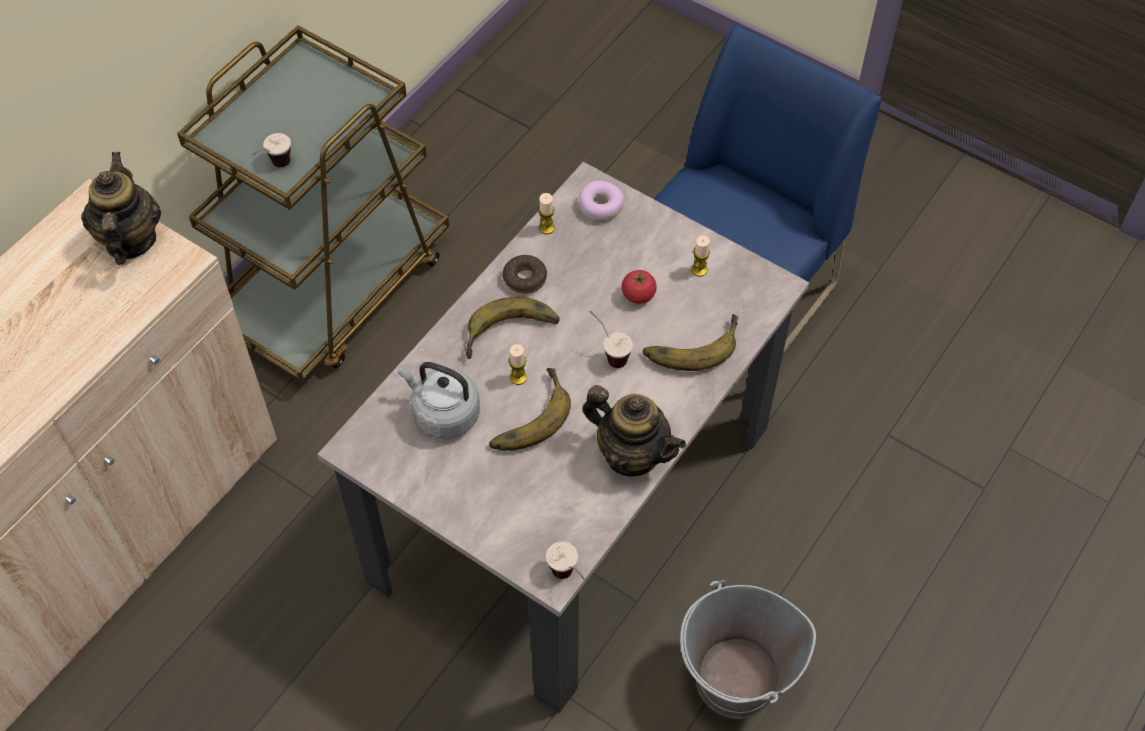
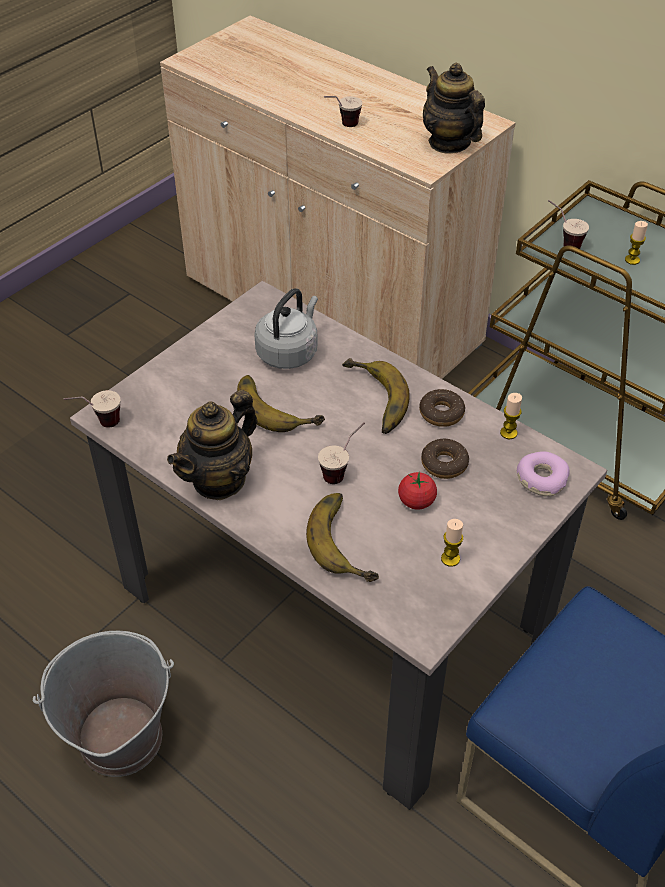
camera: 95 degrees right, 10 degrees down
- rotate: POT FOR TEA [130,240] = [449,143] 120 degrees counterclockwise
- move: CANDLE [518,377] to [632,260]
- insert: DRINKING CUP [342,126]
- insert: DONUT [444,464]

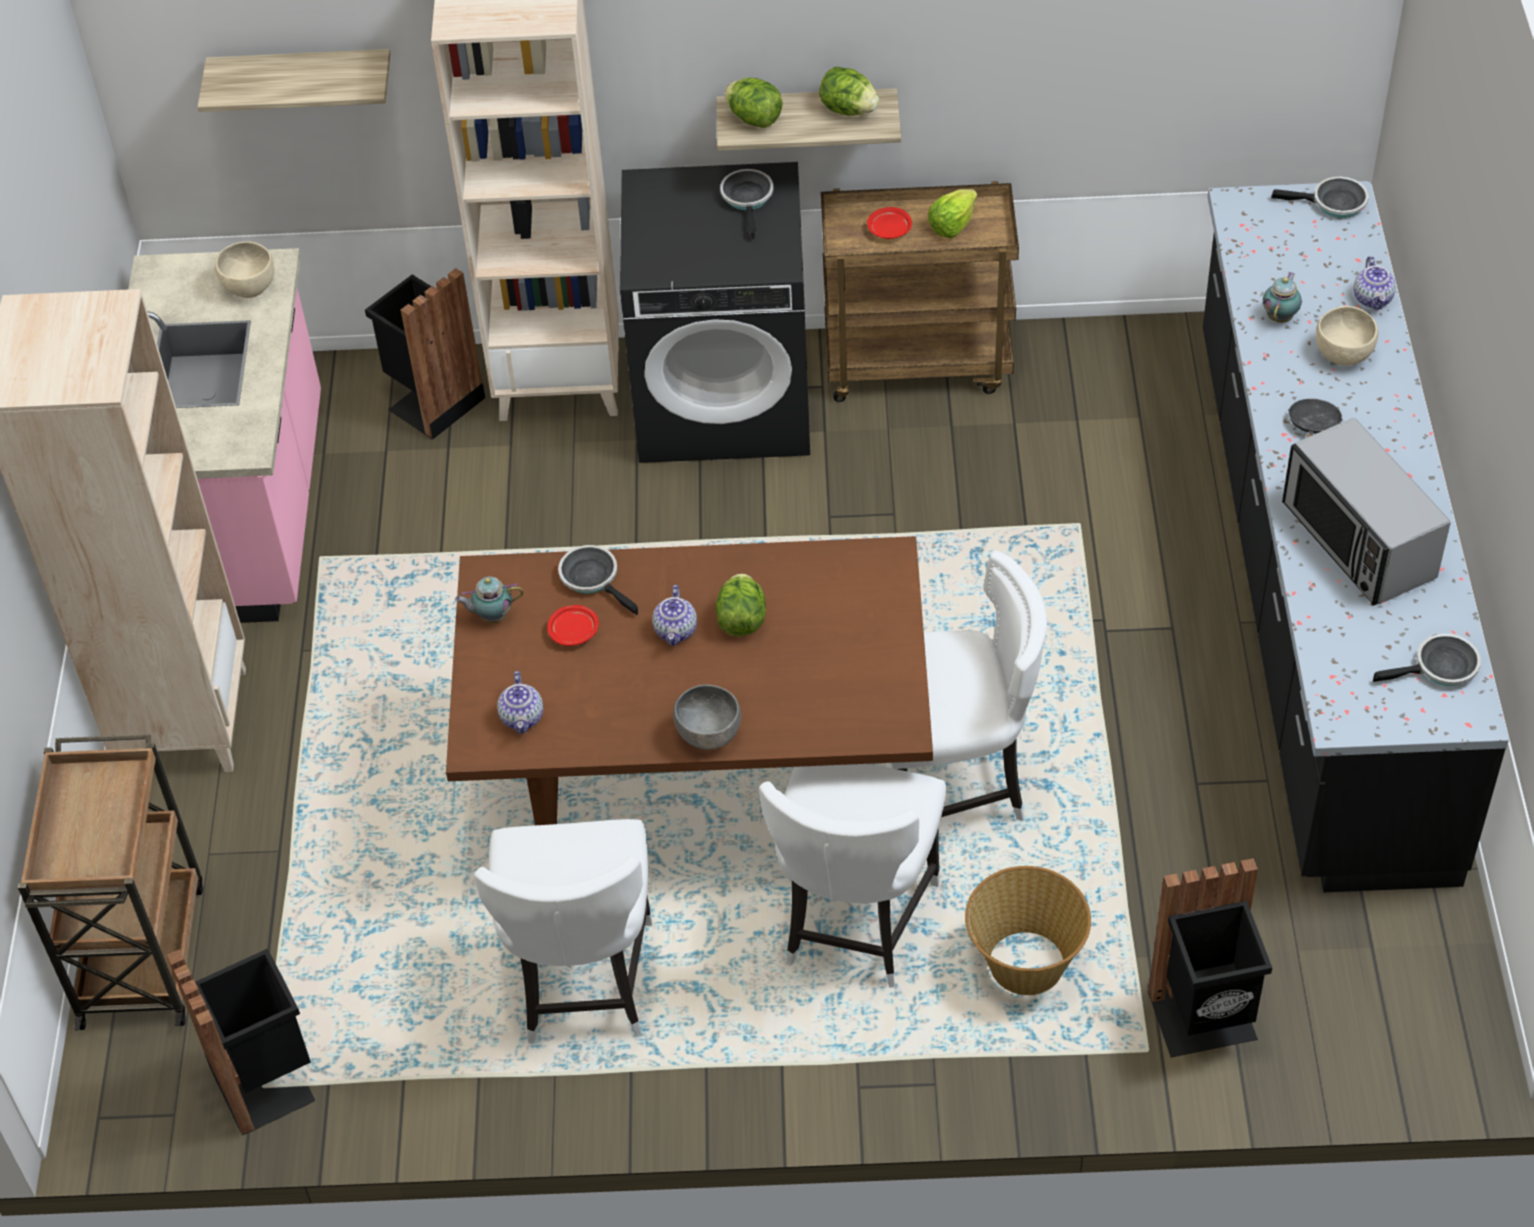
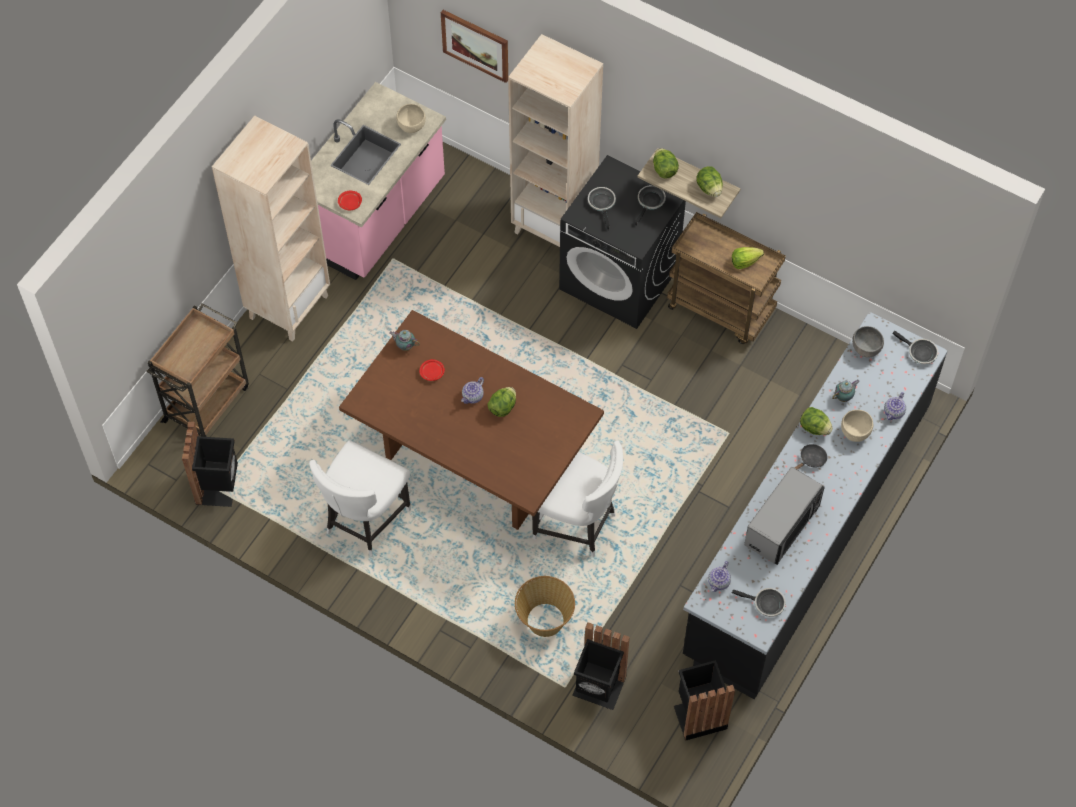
camera: 30 degrees right, 10 degrees up
- replace: BRACKET SHELF [303,78] to WALL PICTURE [476,45]
- move: BLACK-COLOURED RUBBISH BIN [433,402] to [699,715]
- move: POT FOR TEA [523,718] to [719,582]
- move: PAN [593,578] to [602,204]
- move: GREY SERVING BOWL [709,736] to [866,349]
- delete: WHITISH PLAIN CHAIR [854,924]
- move: RED DINNER PLATE [889,230] to [350,203]
- rotate: MICROWAVE [1358,541] = [782,525] 150 degrees counterclockwise
- insert: LETTUCE [814,427]

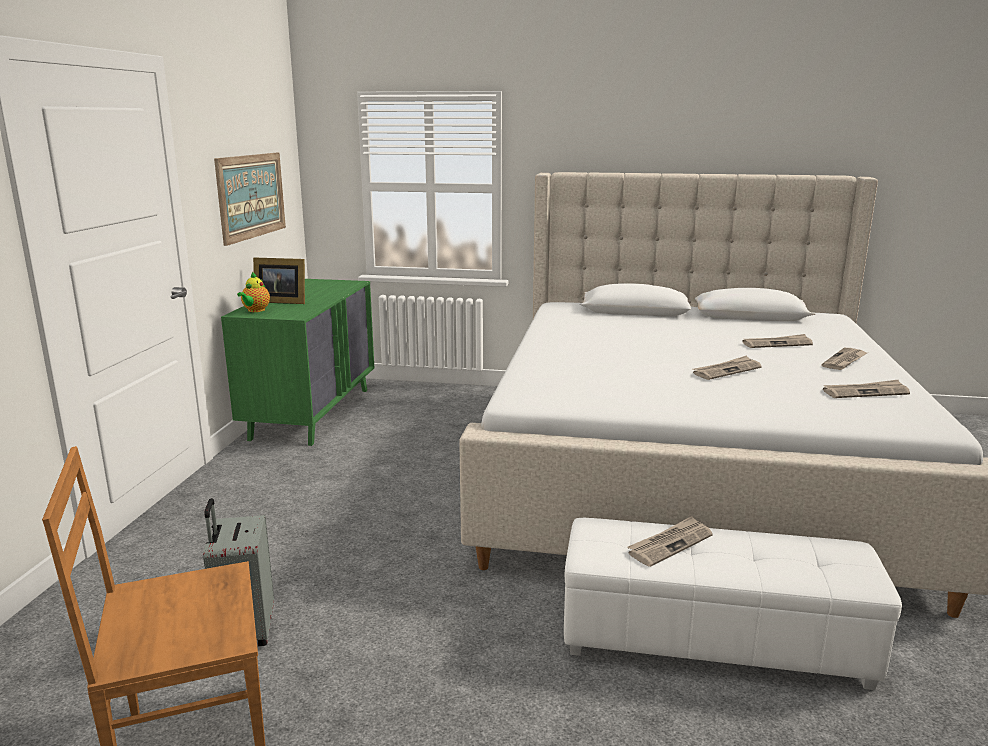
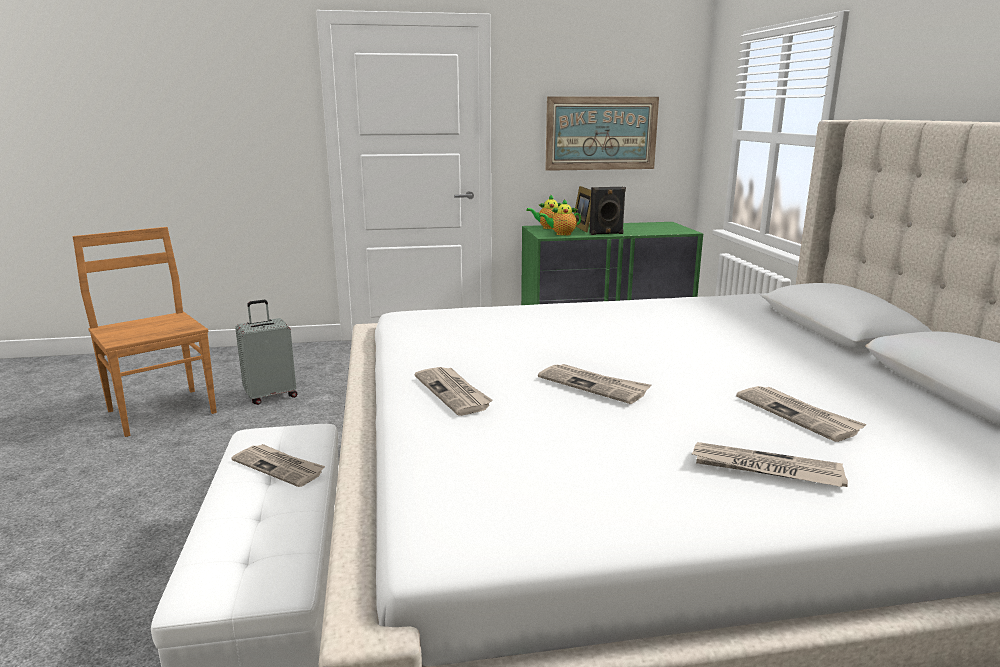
camera: 70 degrees right, 0 degrees up
- move: NEWSPAPER [865,392] to [453,392]
- insert: POT FOR TEA [561,234]
- insert: BLACK-COLOURED AUDIO SPEAKER [606,233]

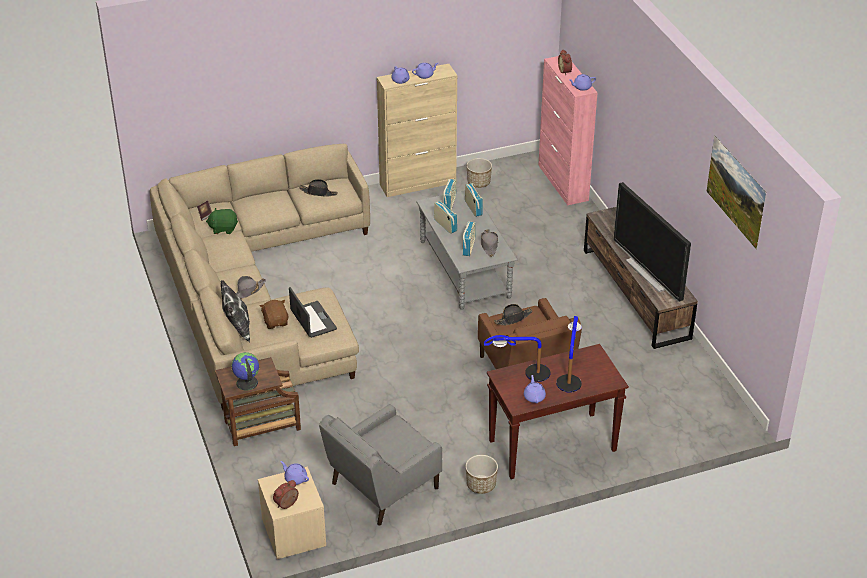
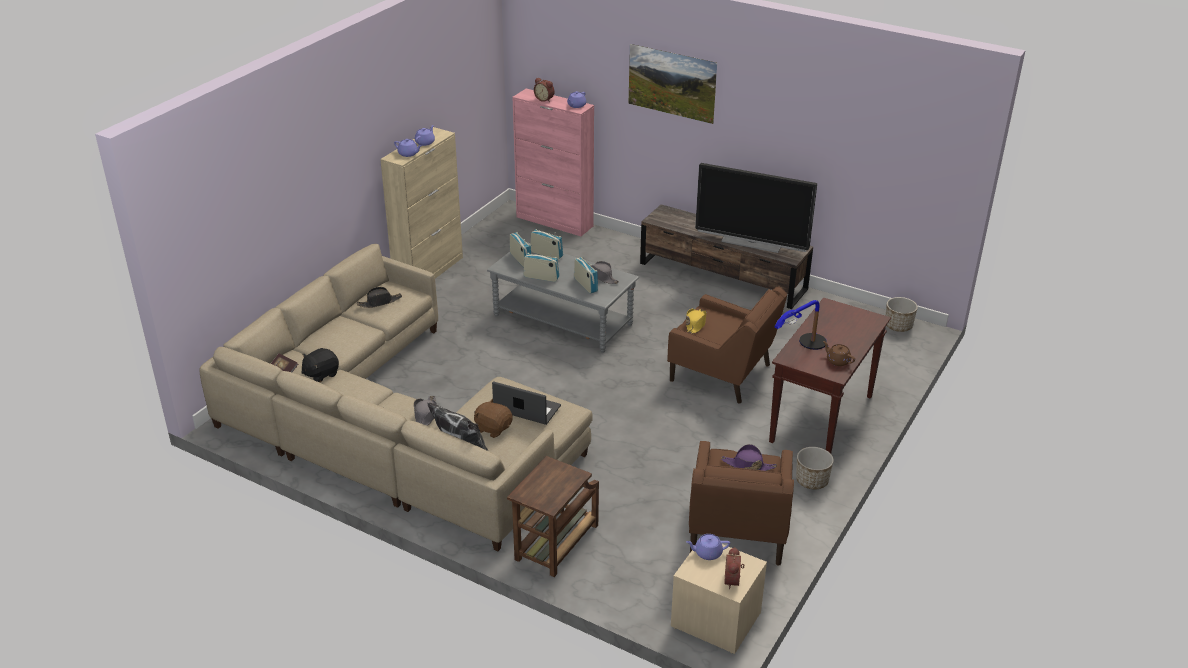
camera: 40 degrees left, 5 degrees down
- recolor: GREENISH CUDDLY TOY [223,228] to BLACK-COLOURED CUDDLY TOY [321,374]
- delete: DESK GLOBE [246,383]
- recolor: GREY EASY CHAIR [382,487] to BROWN EASY CHAIR [737,532]
- move: FLOWER POT [478,183] to [898,326]
- recolor: BLACK-COLOURED WEARABLE HAT [513,318] to YELLOWISH WEARABLE HAT [696,324]
- recolor: PURPLE POT FOR TEA [534,397] to BROWN POT FOR TEA [837,361]
- delete: LAMP FOR A TABLE [570,374]
- move: WALL PICTURE [733,206] to [670,98]
- insert: PURPLE WEARABLE HAT [748,465]

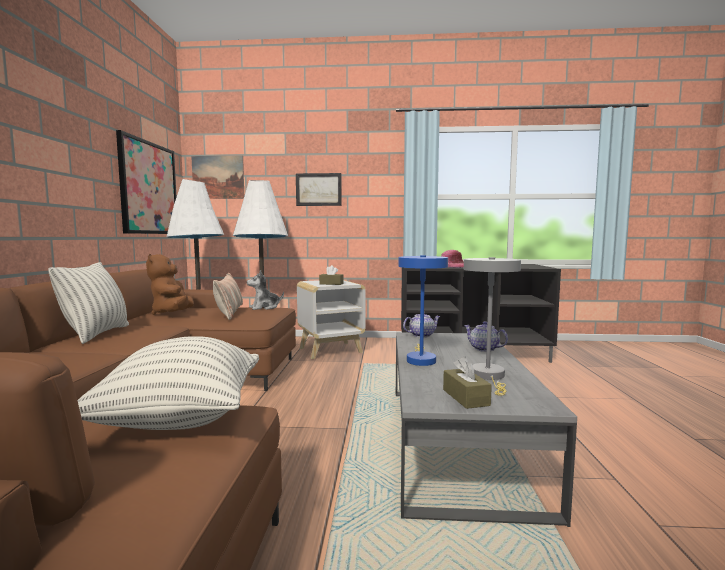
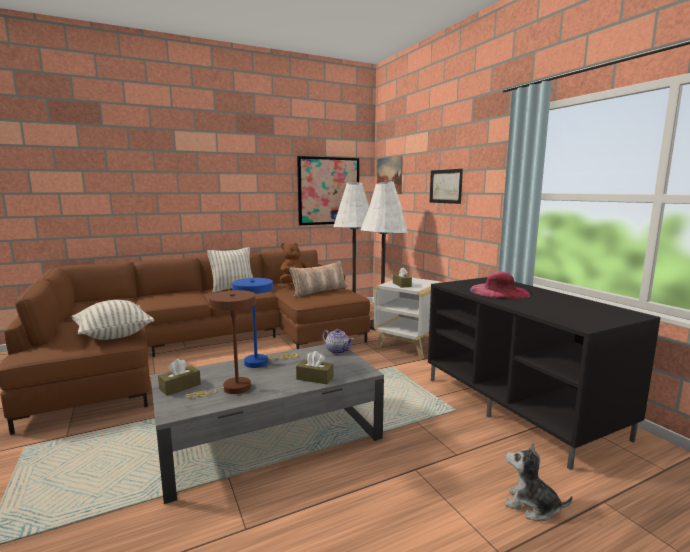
camera: 60 degrees right, 5 degrees up
- move: CUDDLY TOY [265,307] to [531,506]
- recolor: GREY LAMP FOR A TABLE [489,376] to BROWN LAMP FOR A TABLE [231,389]
- replace: POT FOR TEA [483,349] to BROWN TISSUE HOLDER [315,378]

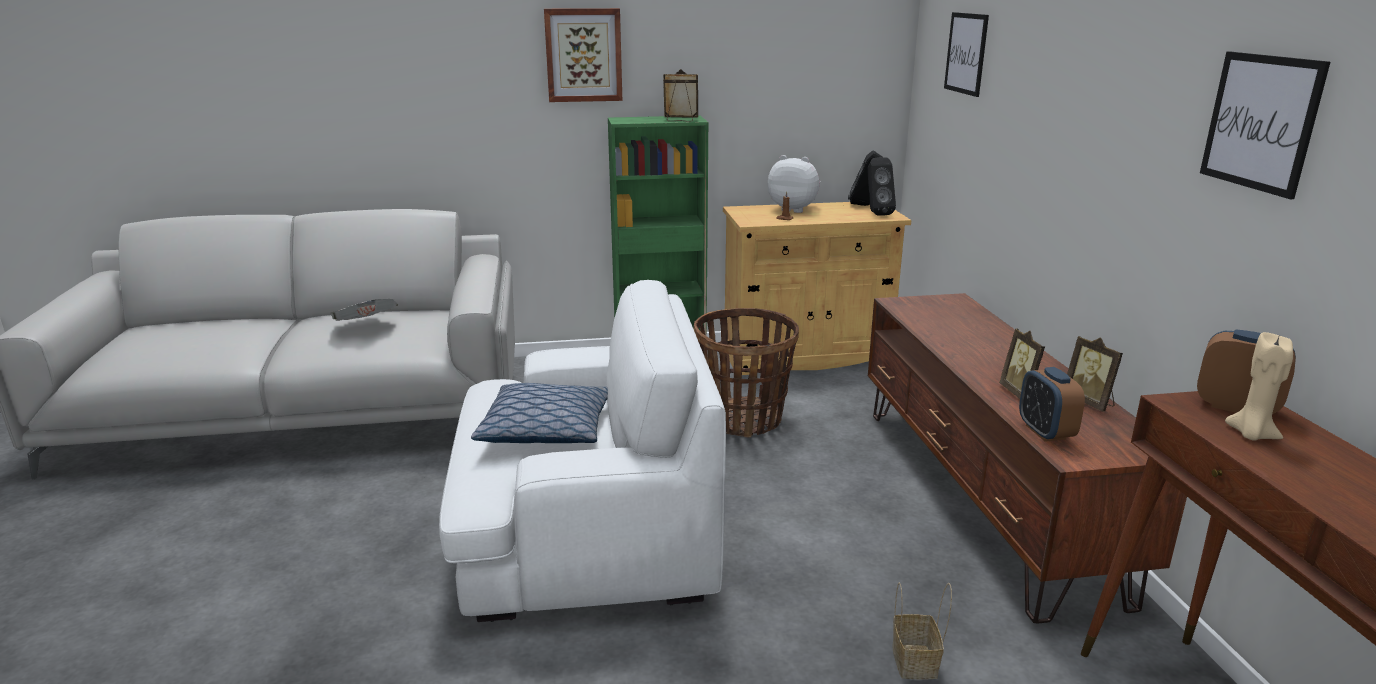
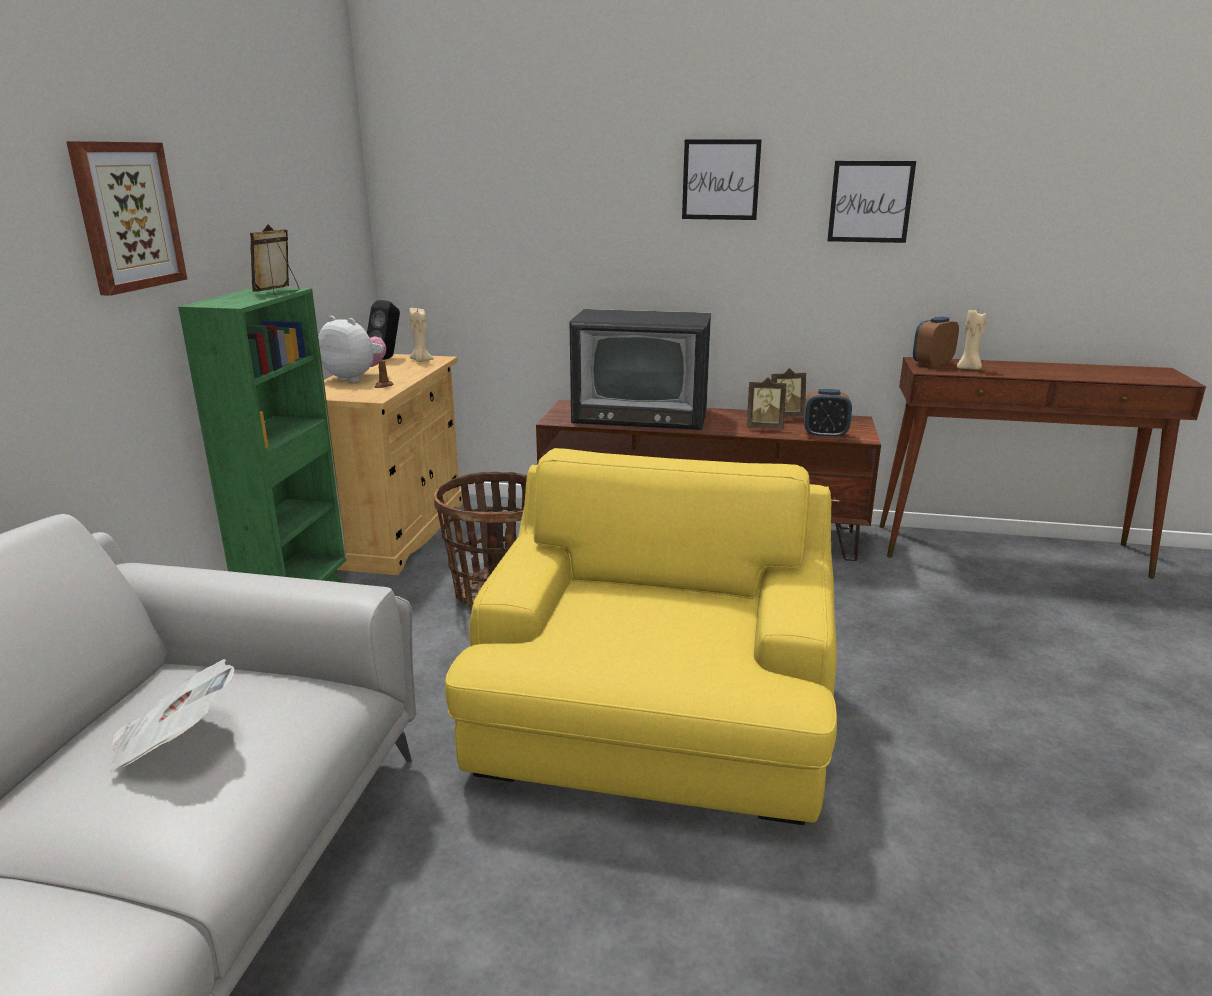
camera: 70 degrees left, 0 degrees up
- recolor: WHITISH EASY CHAIR [585,528] to YELLOWISH EASY CHAIR [652,726]
- delete: THROW PILLOW [547,430]
- rotate: CUDDLY TOY [794,209] = [355,378] 75 degrees clockwise
- replace: BLACK-COLOURED AUDIO SPEAKER [876,214] to BEIGE CANDLE [421,361]
- delete: STORAGE BASKET [916,663]
- move: WALL PICTURE [966,53] to [720,180]
- insert: TV SET [642,415]

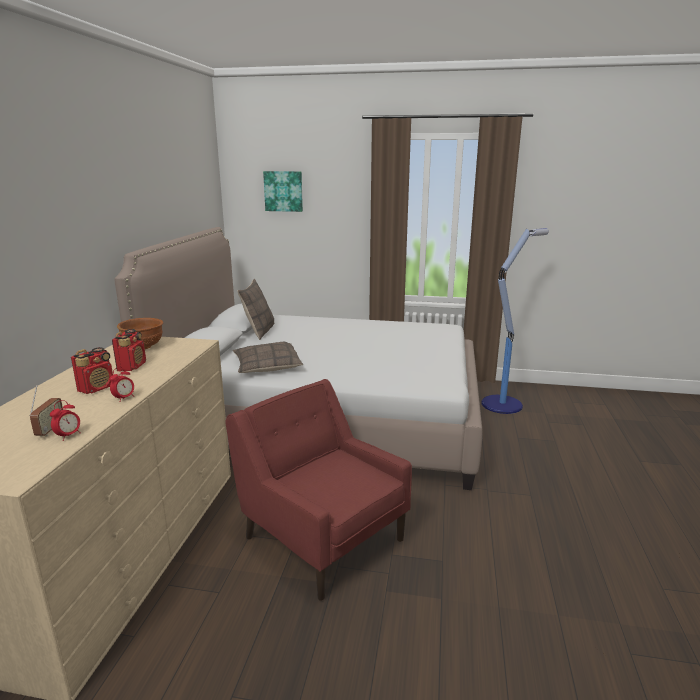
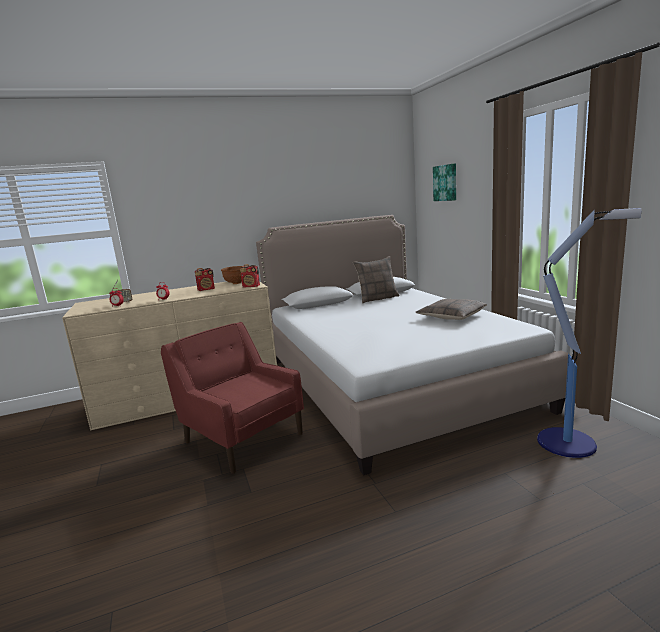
camera: 60 degrees right, 5 degrees down
- move: RADIO RECEIVER [97,388] to [251,286]
- rotate: RED EASY CHAIR [322,537] = [242,437] 60 degrees counterclockwise
- move: THROW PILLOW [267,366] to [451,316]

